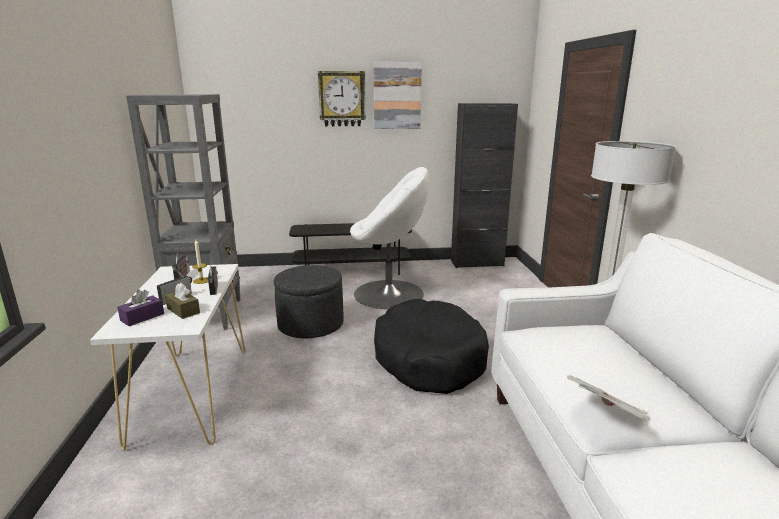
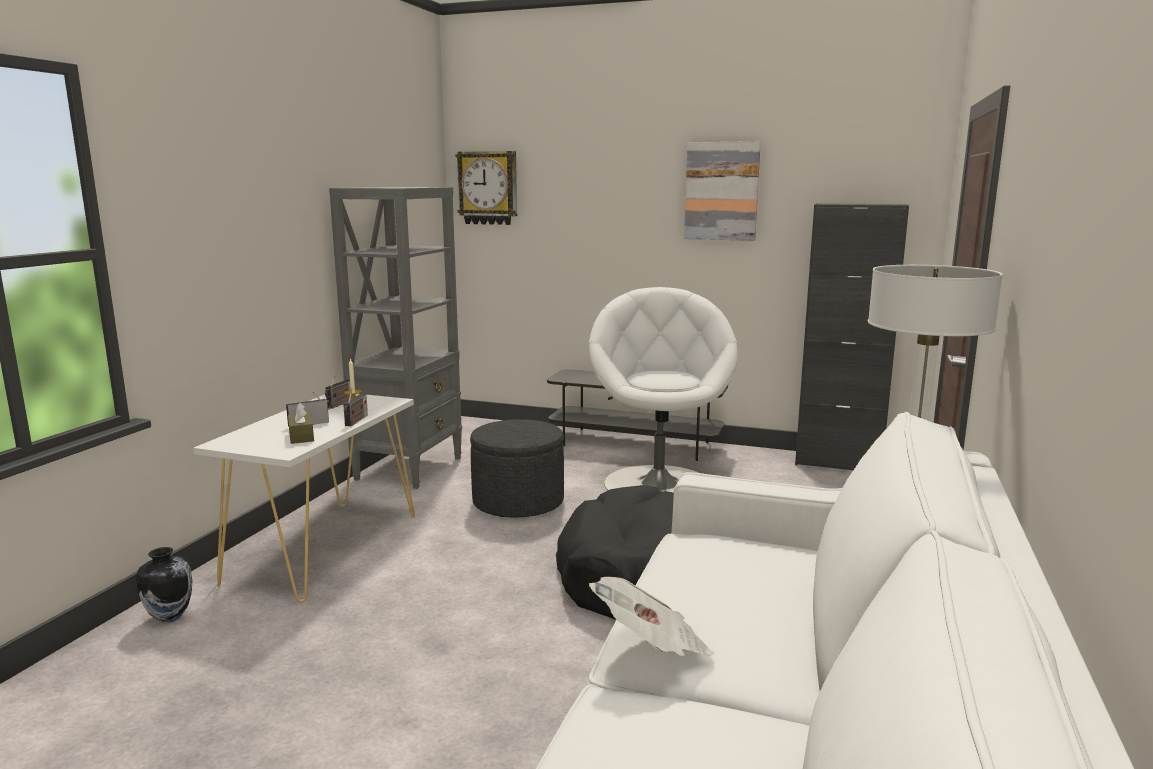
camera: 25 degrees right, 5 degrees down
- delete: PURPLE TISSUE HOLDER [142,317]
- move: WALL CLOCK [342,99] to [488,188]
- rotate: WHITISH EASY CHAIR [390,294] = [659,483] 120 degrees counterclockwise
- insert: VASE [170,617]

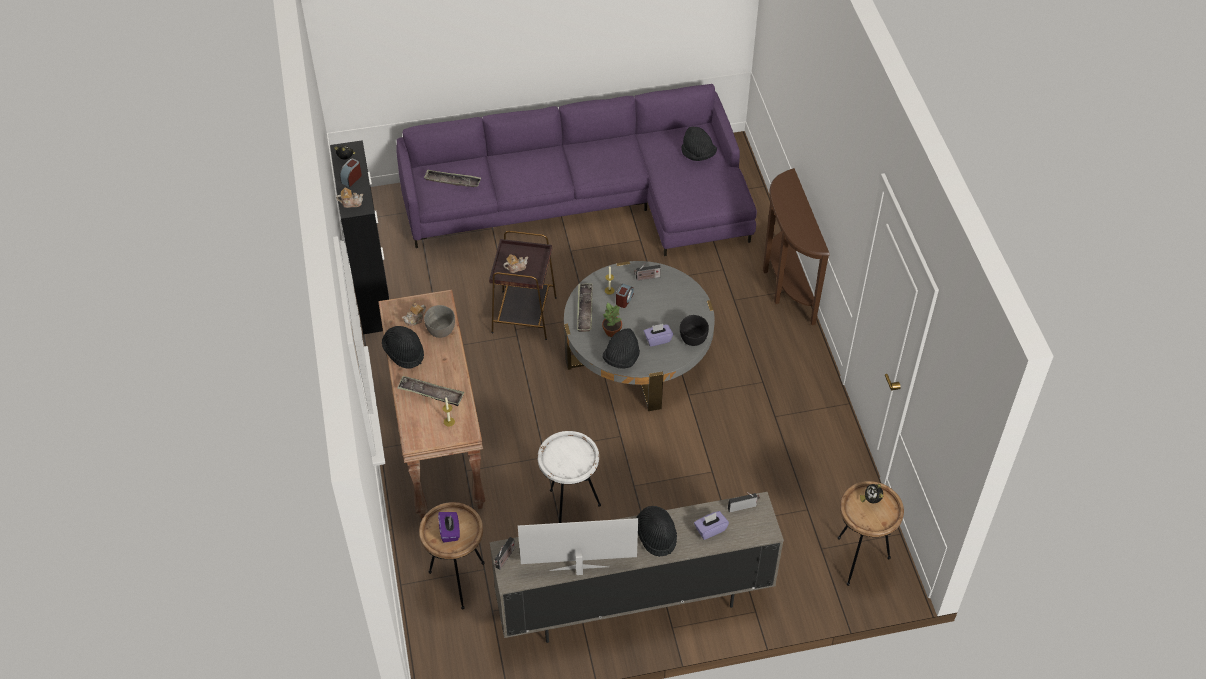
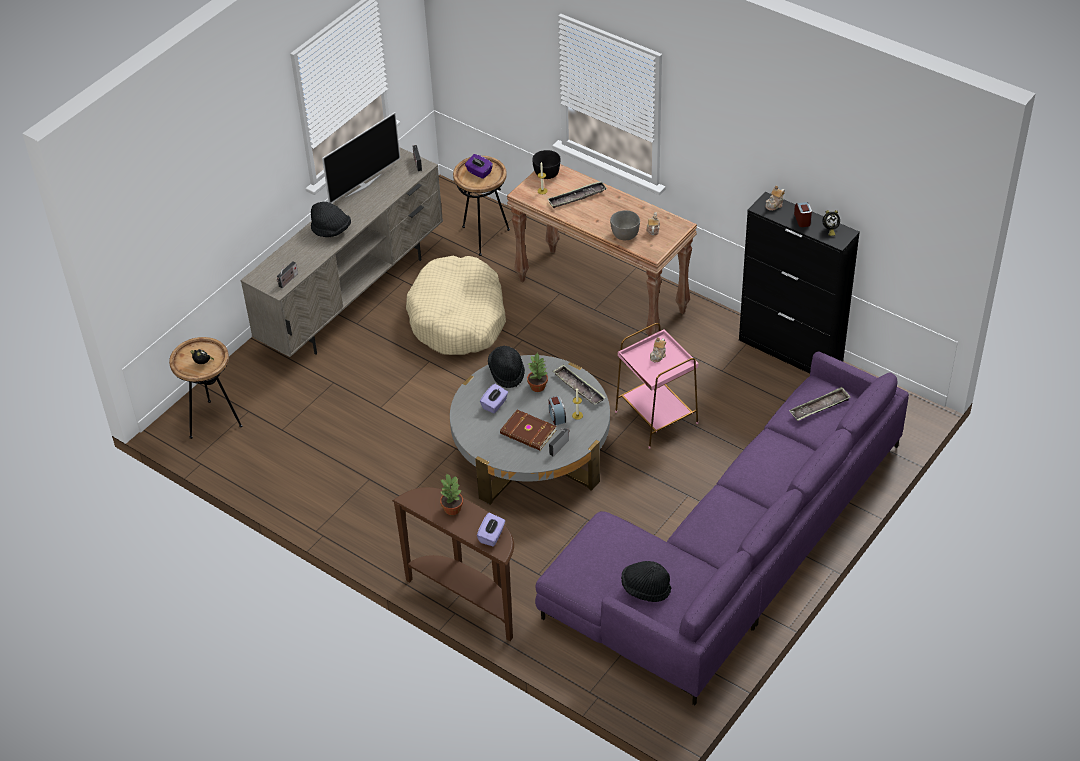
camera: 140 degrees right, 5 degrees down
- delete: BLACK-COLOURED WEARABLE HAT [404,352]
- recolor: BROWN ACCENT TABLE [524,314] to PINKISH ACCENT TABLE [656,418]
- replace: WHITISH ACCENT TABLE [570,509] to BEIGE PET BED [458,318]
- move: BLACK-COLOURED SERVING BOWL [693,339] to [547,173]
- move: PURPLE TISSUE HOLDER [710,529] to [492,536]
- insert: HOUSEPLANT [452,508]
- insert: BROWN BOOK [528,433]

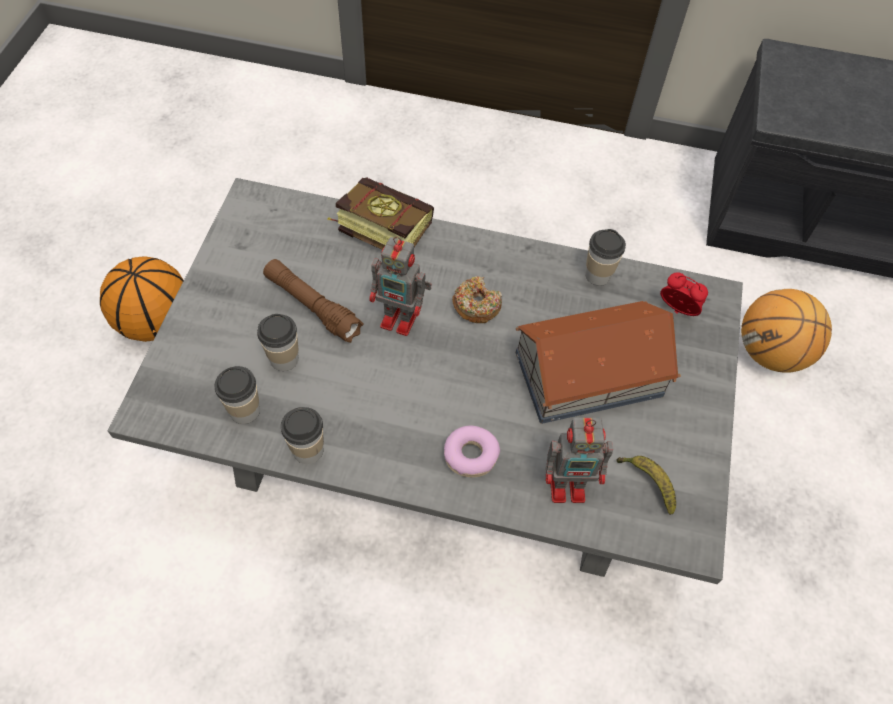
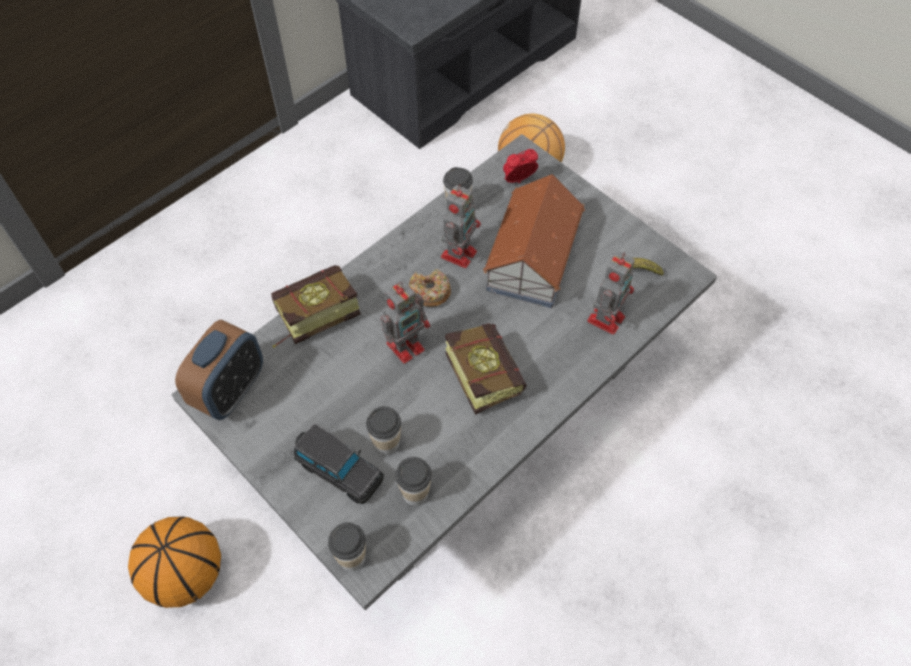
camera: 55 degrees left, 0 degrees up
- delete: BROWN TORCH [312,306]
- move: DRINKING CUP [308,450] to [352,557]
- delete: DONUT [471,455]
- insert: TABLE CLOCK [230,390]
- insert: BLACK-COLOURED MODEL CAR [338,470]
- insert: TOY ROBOT [459,253]
- insert: BOOK [479,370]

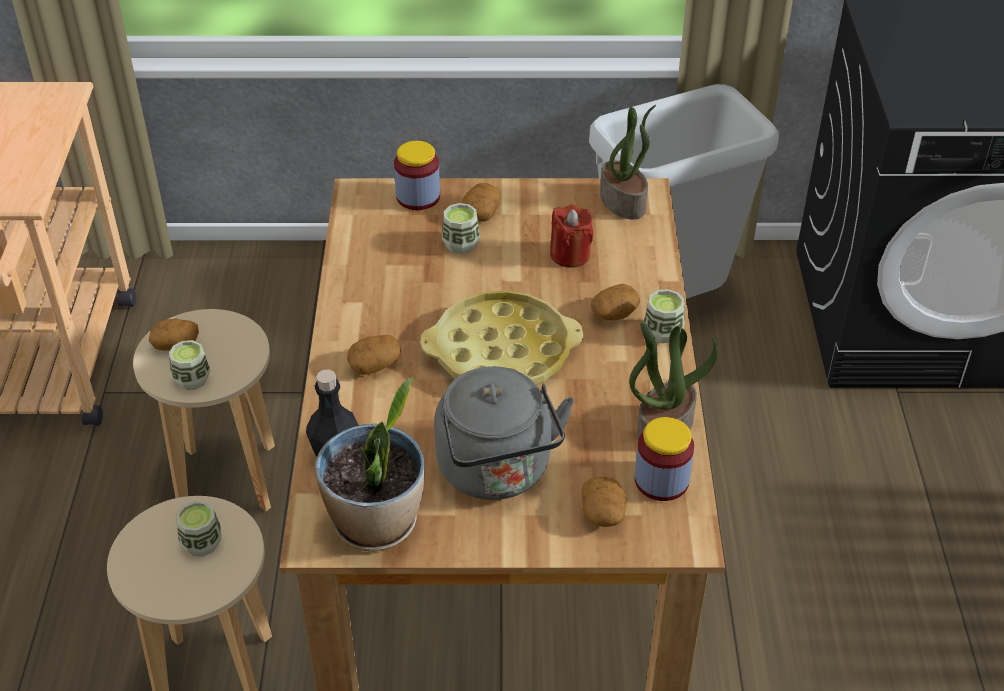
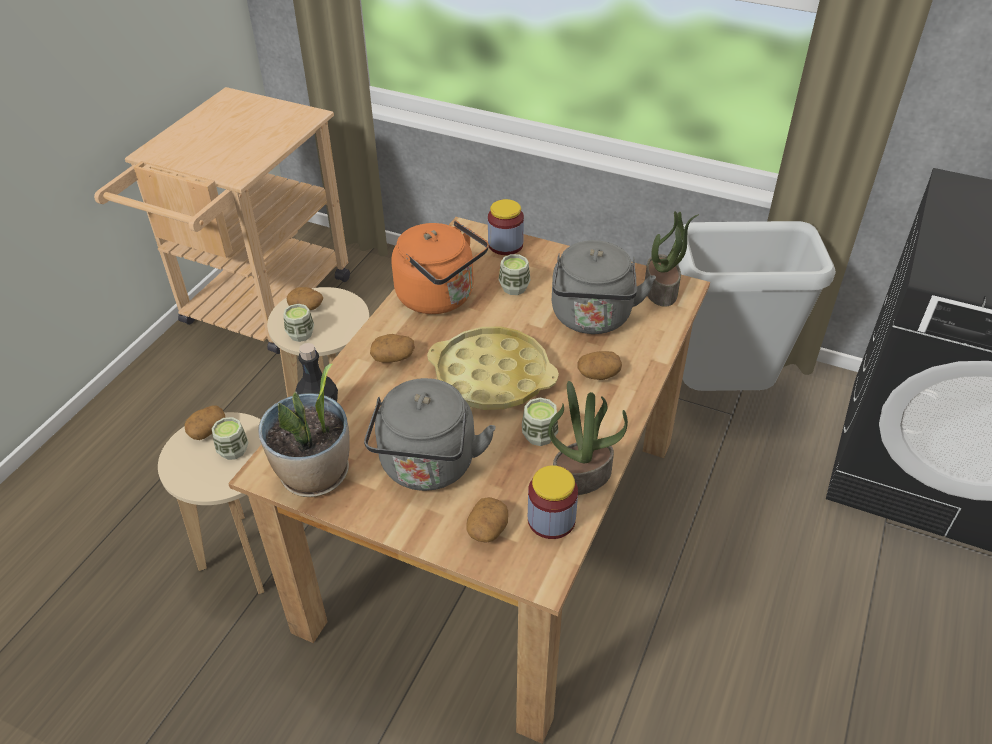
camera: 25 degrees right, 0 degrees up
- move: WHOLE POTATO [481,212] to [207,430]
- replace: RED CANDLE [570,255] to GREY KETTLE [592,319]
- move: DRINKING CUP [663,332] to [539,435]
- insert: ORANGEY KETTLE [440,297]

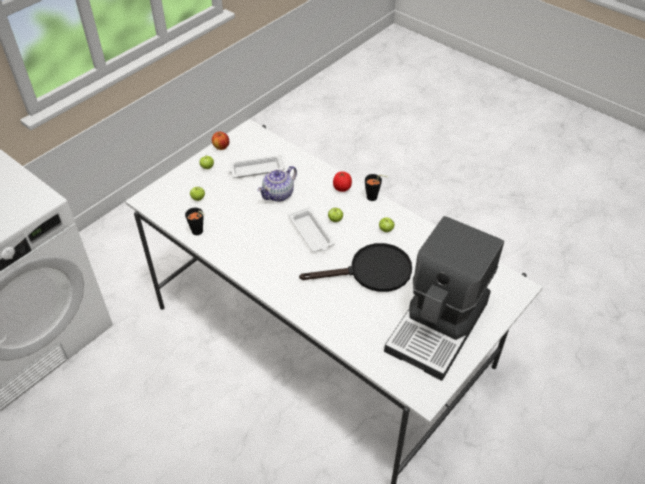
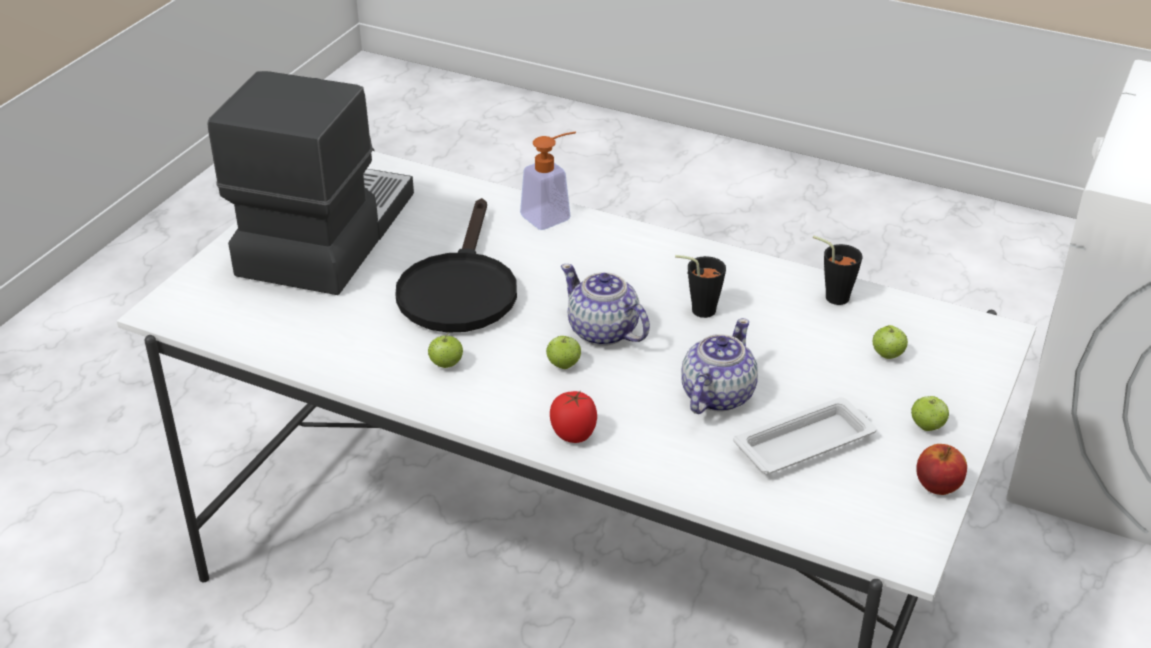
camera: 165 degrees right, 10 degrees down
- replace: WHITISH SERVING TRAY [311,233] to POT FOR TEA [603,332]
- rotate: BLACK-COLOURED PAN [371,272] = [459,288] 60 degrees counterclockwise
- move: BLACK-COLOURED DRINKING CUP [374,198] to [697,309]
- insert: SOAP DISPENSER [552,215]

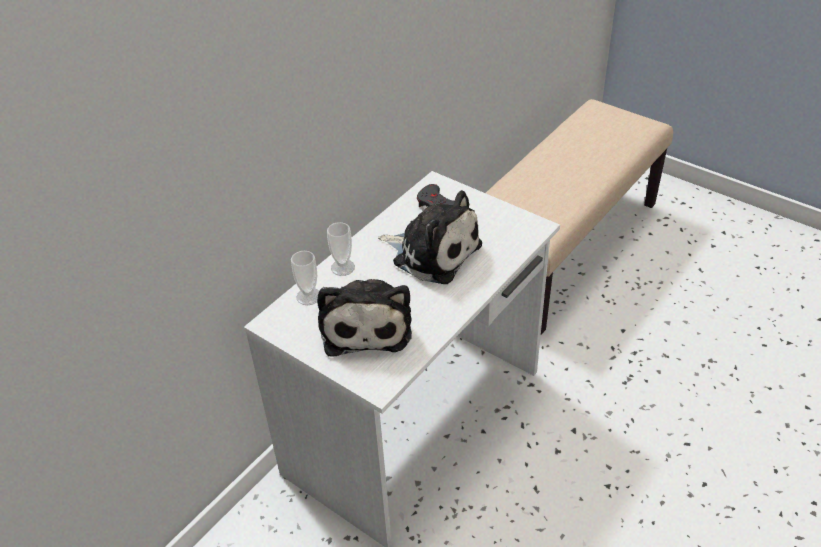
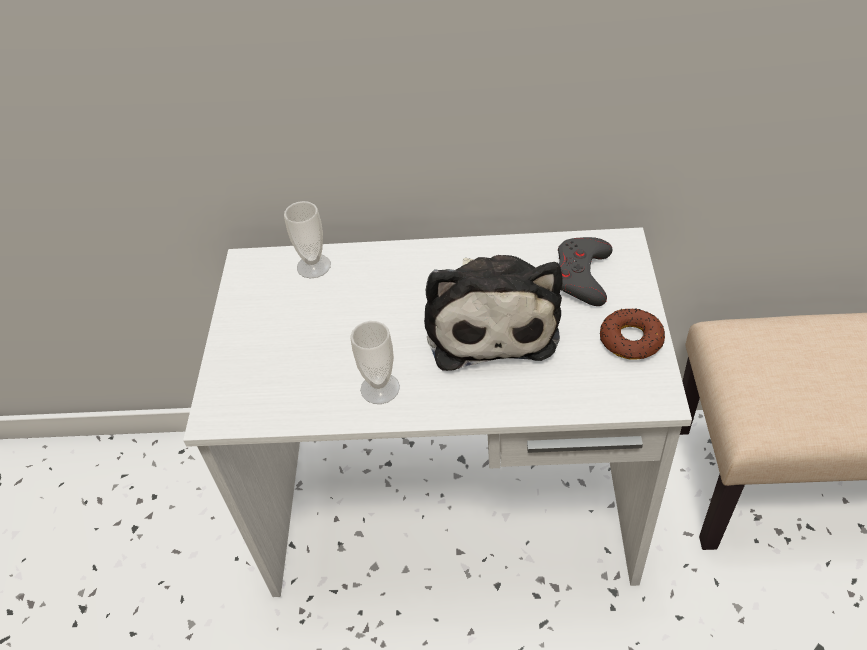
camera: 55 degrees right, 5 degrees up
- delete: CUDDLY TOY [366,325]
- move: DRINKING CUP [343,267] to [380,388]
- insert: DONUT [630,339]

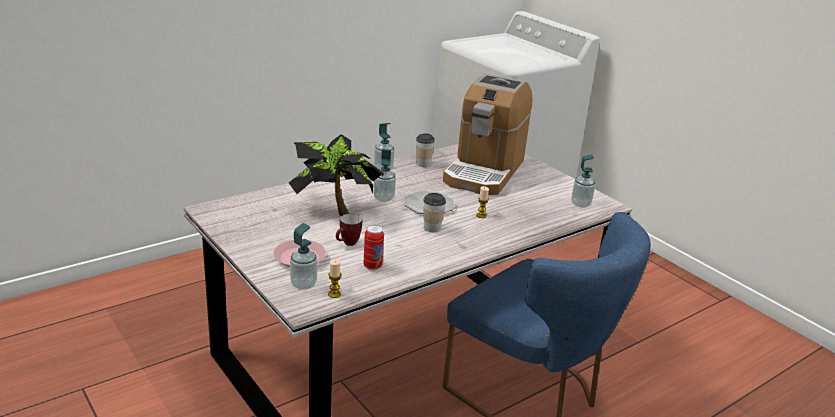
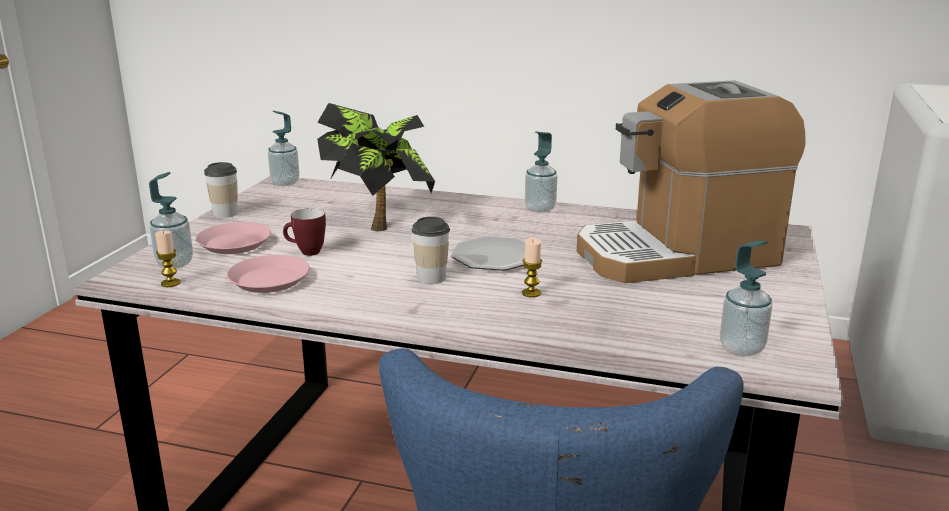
camera: 55 degrees right, 5 degrees down
- replace: METAL CAN [372,266] to PINKISH DINNER PLATE [269,280]
- move: SOAP DISPENSER [383,198] to [285,183]
- move: DRINKING CUP [423,164] to [225,213]

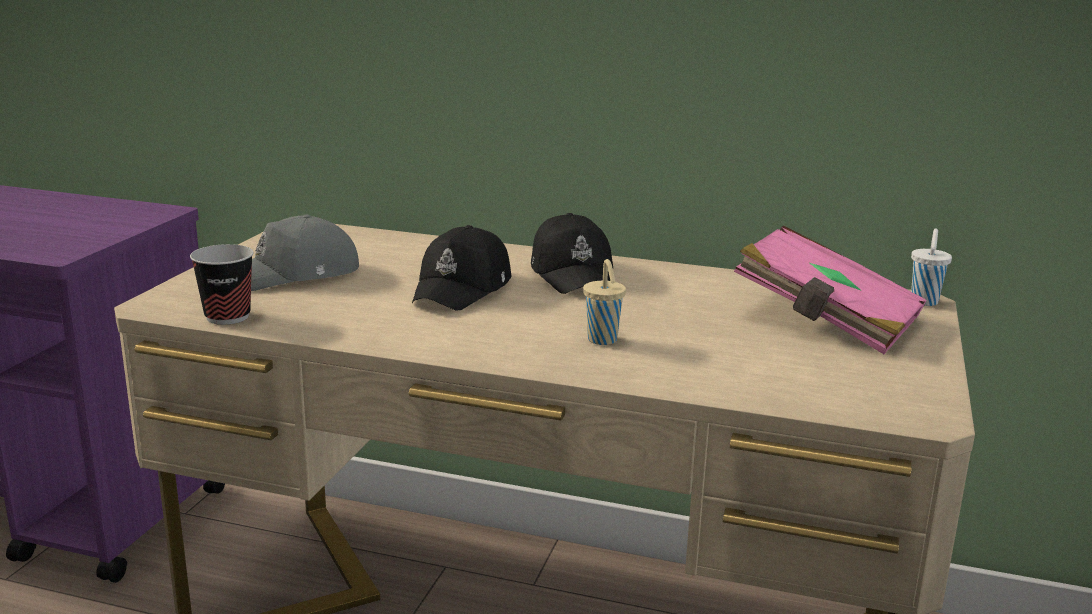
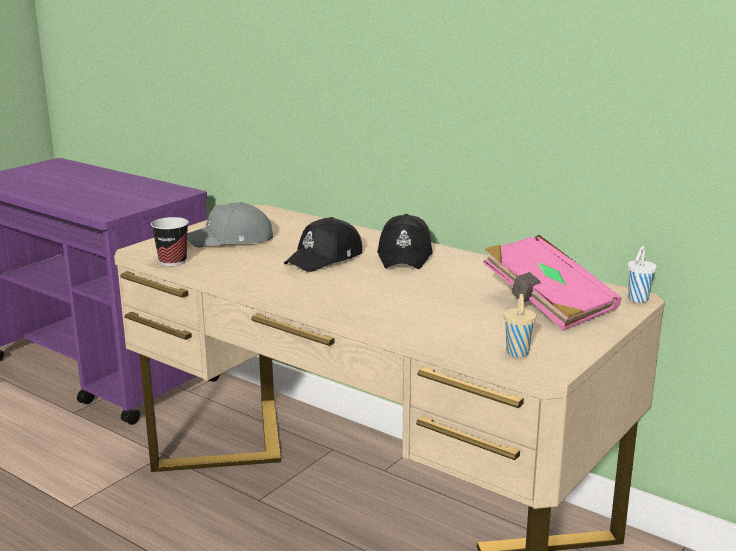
camera: 20 degrees right, 0 degrees up
- move: BEIGE DRINKING CUP [603,340] to [517,353]

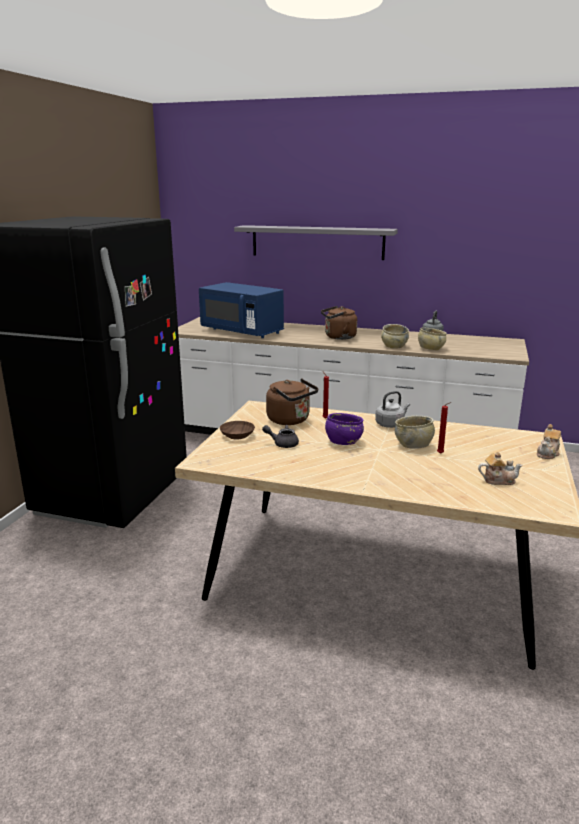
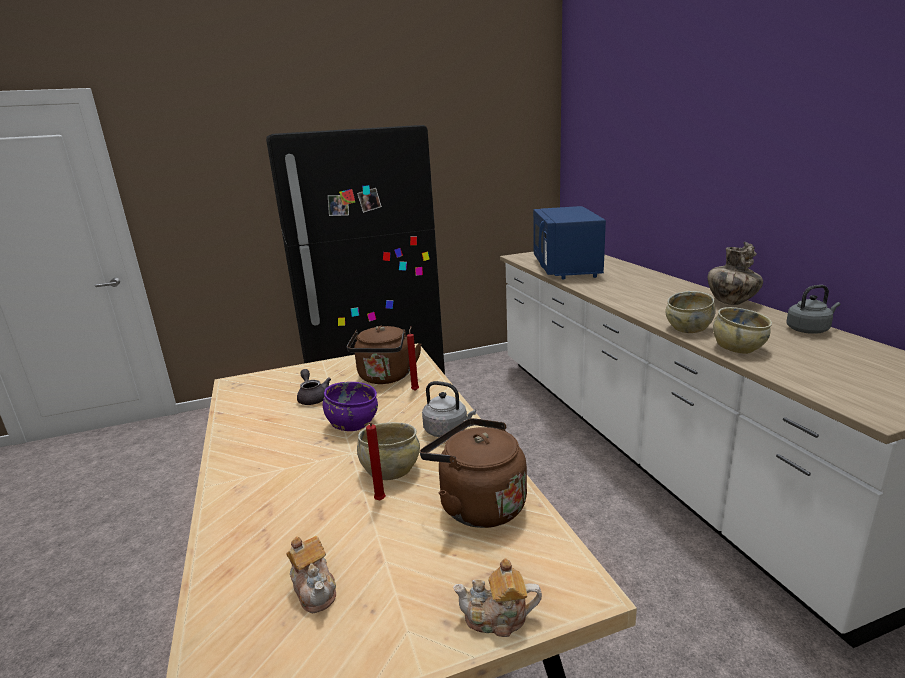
camera: 55 degrees right, 0 degrees up
- delete: BROWN SERVING BOWL [237,435]
- delete: GREY BRACKET SHELF [317,242]
- move: BROWN KETTLE [338,337] to [477,505]
- insert: VASE [731,302]

